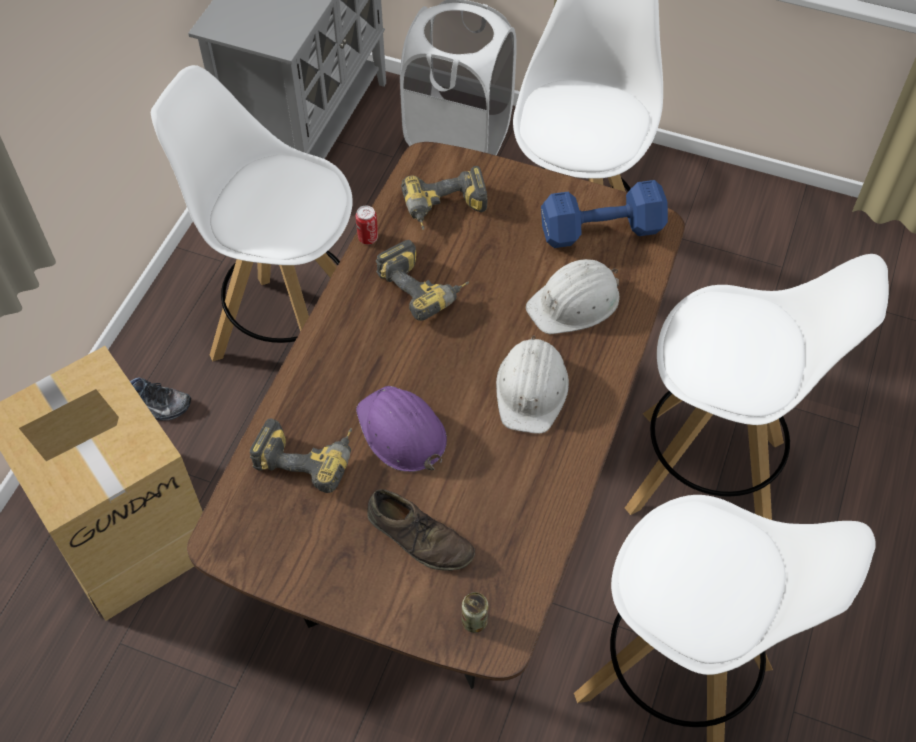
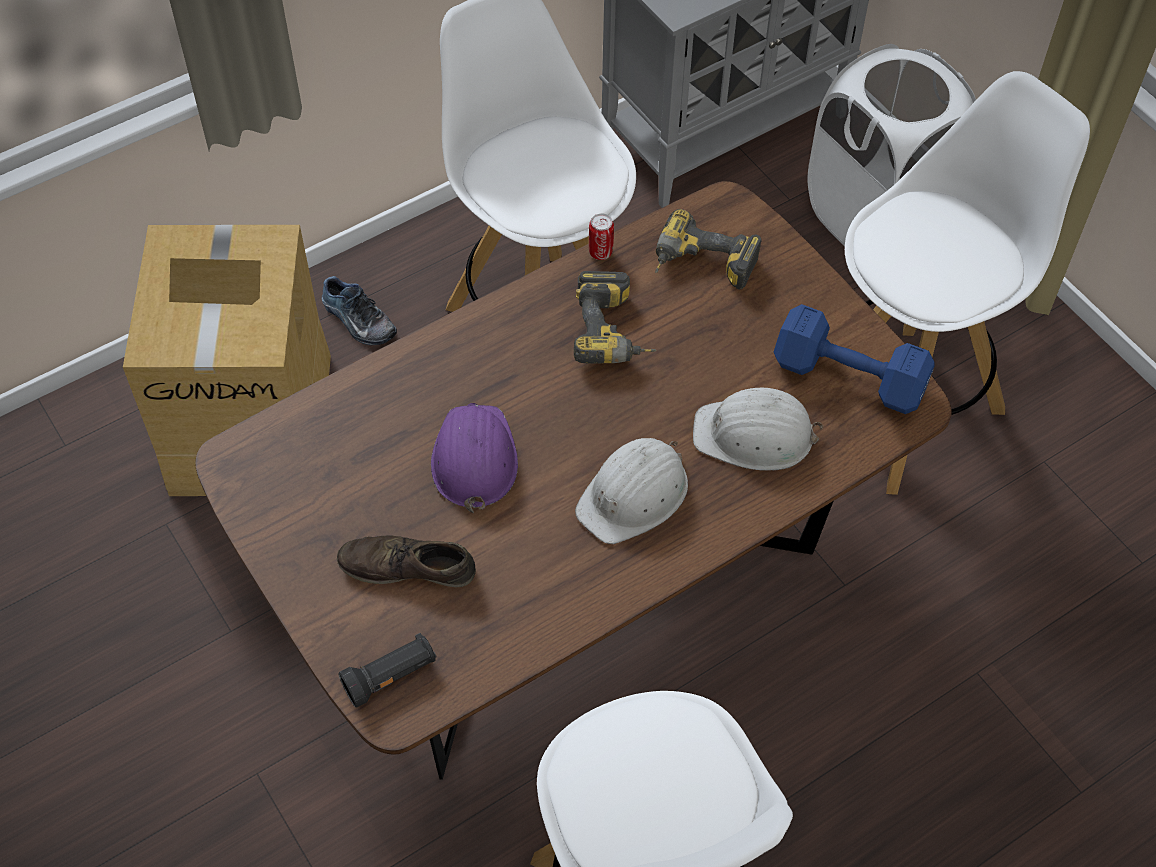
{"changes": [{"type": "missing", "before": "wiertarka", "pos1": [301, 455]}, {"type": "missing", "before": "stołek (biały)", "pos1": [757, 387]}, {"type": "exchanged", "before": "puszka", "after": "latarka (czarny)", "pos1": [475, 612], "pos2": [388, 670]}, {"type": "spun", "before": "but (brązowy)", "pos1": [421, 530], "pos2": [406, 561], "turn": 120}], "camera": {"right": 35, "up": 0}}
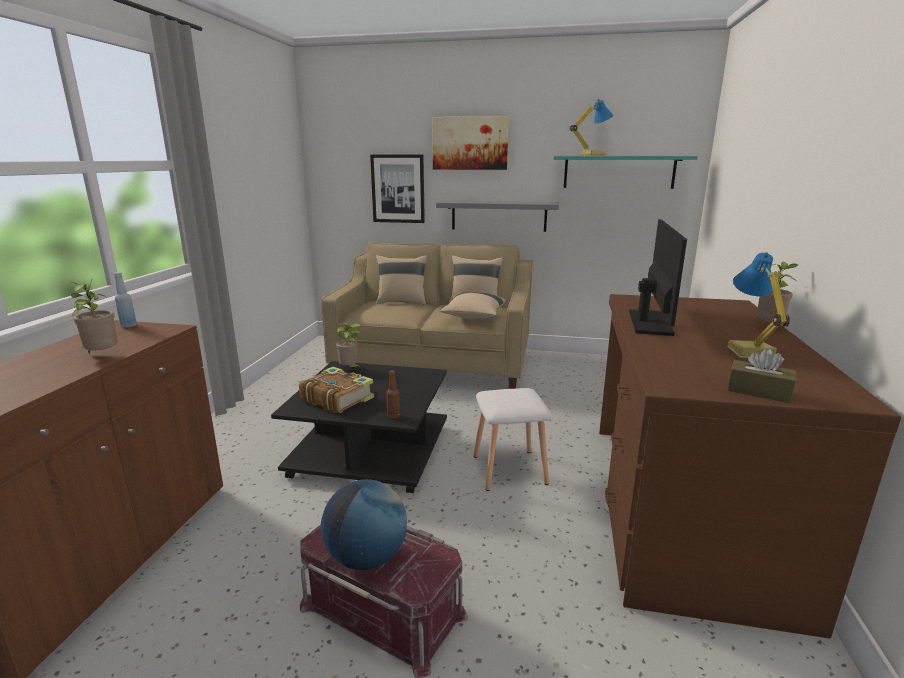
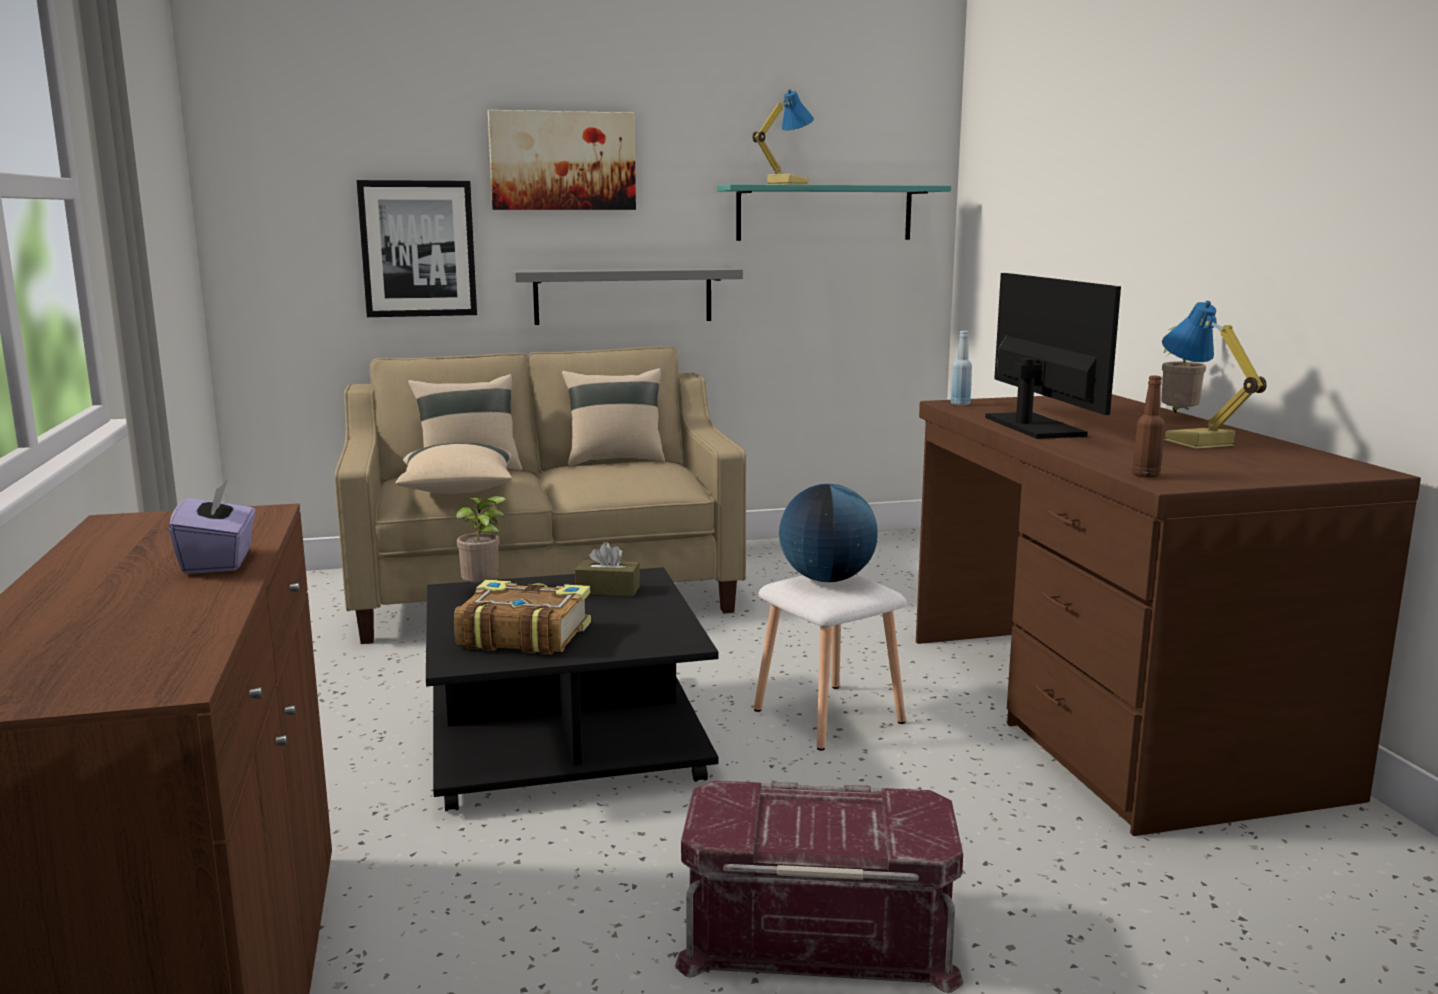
{"changes": [{"type": "relocated", "before": "butelka (niebieski)", "pos1": [125, 299], "pos2": [961, 368]}, {"type": "relocated", "before": "globus", "pos1": [364, 524], "pos2": [828, 533]}, {"type": "relocated", "before": "butelka (brązowy)", "pos1": [393, 394], "pos2": [1148, 427]}, {"type": "relocated", "before": "poduszka (beżowy)", "pos1": [473, 305], "pos2": [454, 468]}, {"type": "relocated", "before": "pudełko chusteczek (brązowy)", "pos1": [761, 375], "pos2": [607, 569]}, {"type": "exchanged", "before": "roślina doniczkowa", "after": "pudełko chusteczek (fioletowy)", "pos1": [94, 316], "pos2": [212, 526]}], "camera": {"right": -25, "up": -5}}
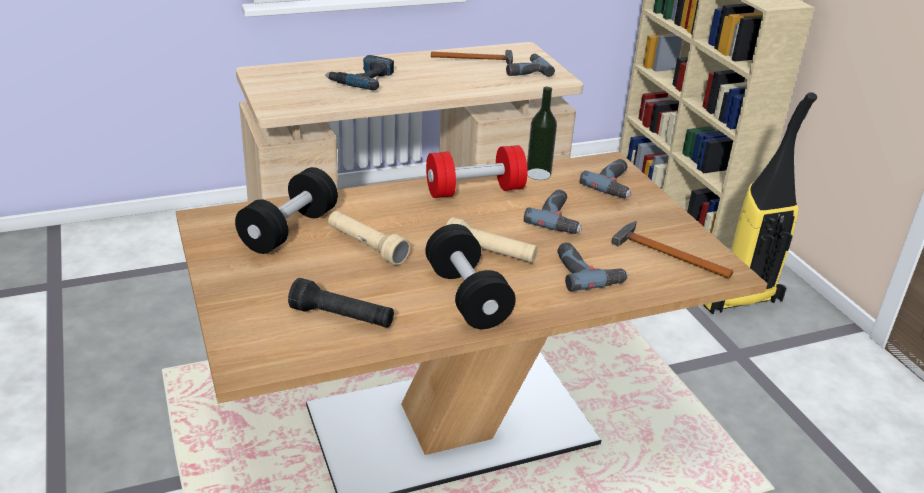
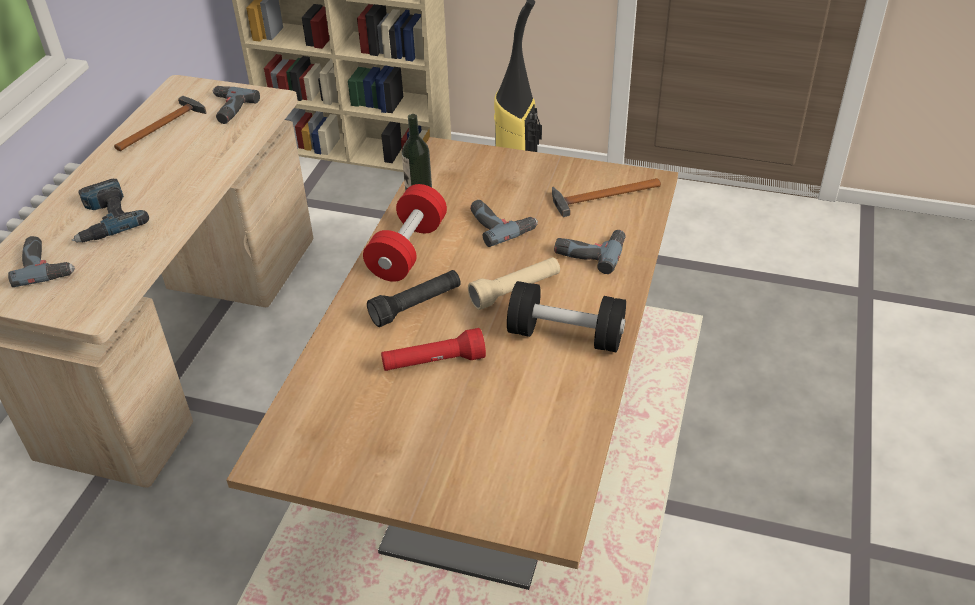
{"changes": [{"type": "missing", "before": "hantel (czarny)", "pos1": [286, 210]}, {"type": "relocated", "before": "latarka (czarny)", "pos1": [341, 303], "pos2": [414, 298]}, {"type": "relocated", "before": "wiertarka", "pos1": [606, 179], "pos2": [41, 261]}, {"type": "colour", "before": "latarka (beżowy)", "after": "latarka (czerwony)", "pos1": [369, 238], "pos2": [433, 349]}], "camera": {"right": -50, "up": 10}}
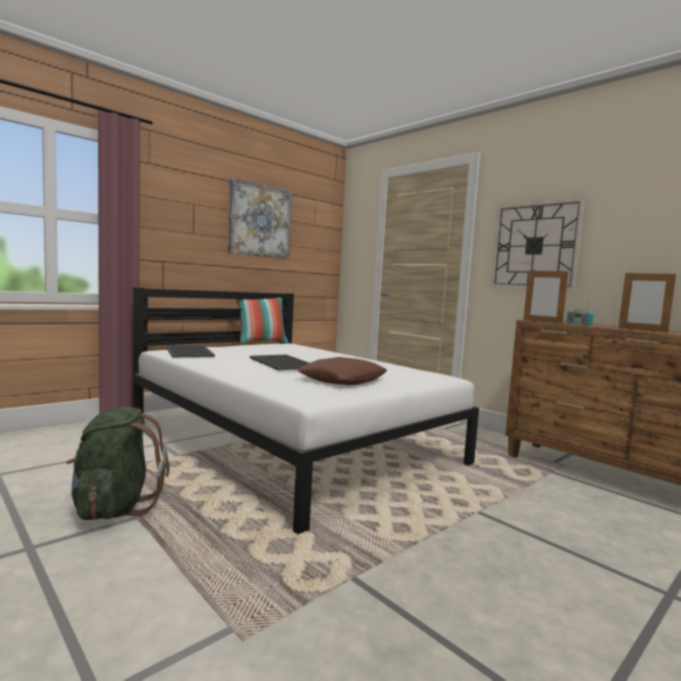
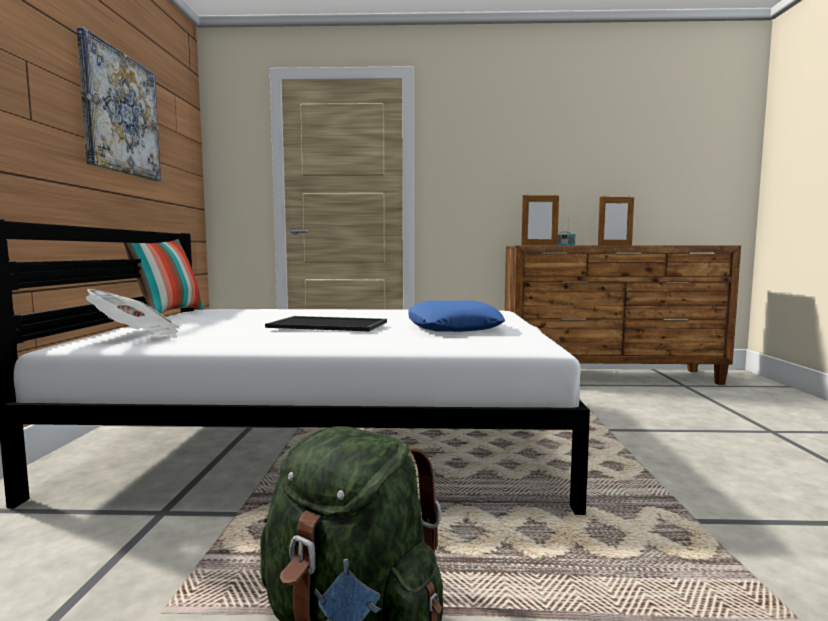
{"changes": [{"type": "missing", "before": "zegar ścienny", "pos1": [538, 244]}, {"type": "exchanged", "before": "taca", "after": "gazeta", "pos1": [190, 351], "pos2": [133, 313]}, {"type": "colour", "before": "poduszka (brązowy)", "after": "poduszka (niebieski)", "pos1": [342, 371], "pos2": [456, 316]}], "camera": {"right": -45, "up": 0}}
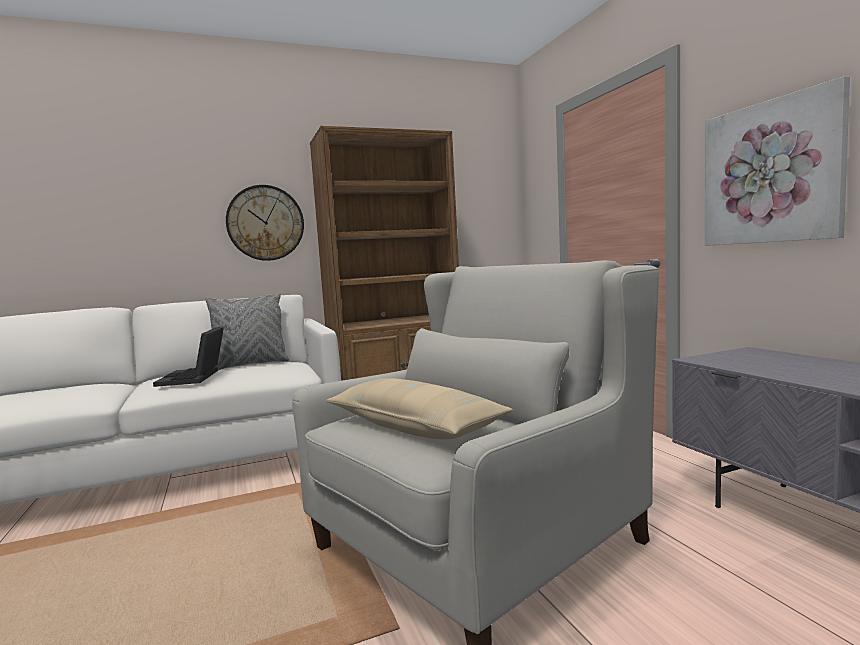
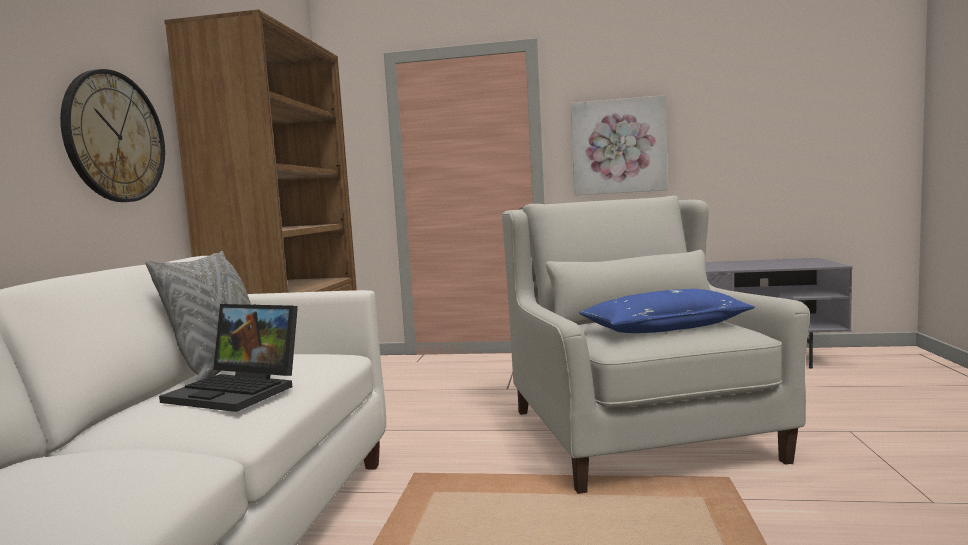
{"changes": [{"type": "colour", "before": "poduszka (beżowy)", "after": "poduszka (niebieski)", "pos1": [419, 408], "pos2": [667, 311]}], "camera": {"right": -60, "up": 0}}
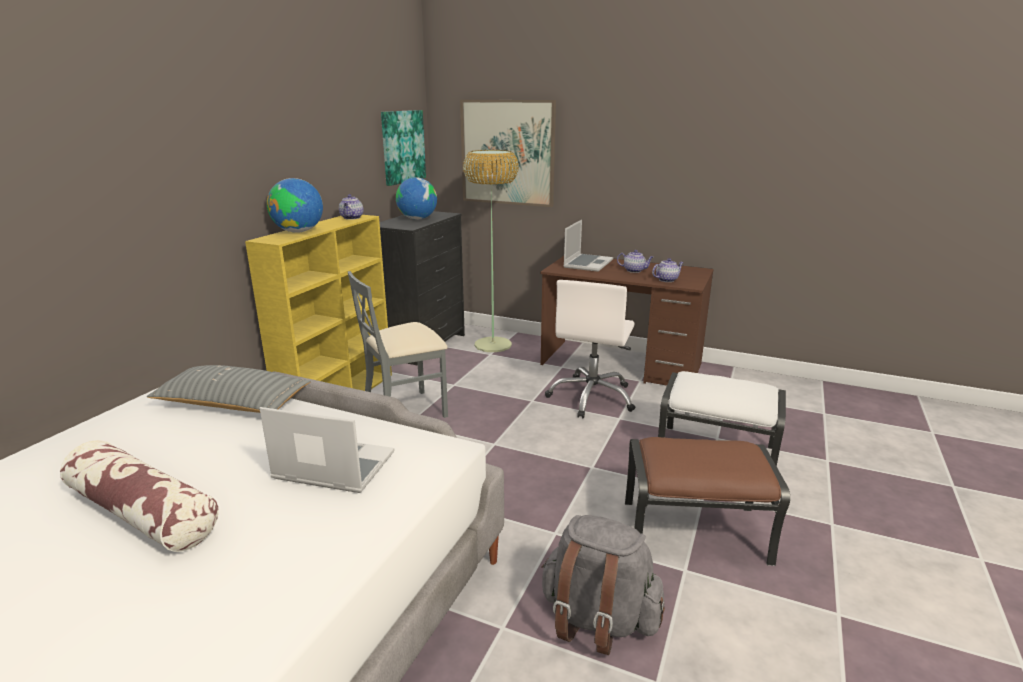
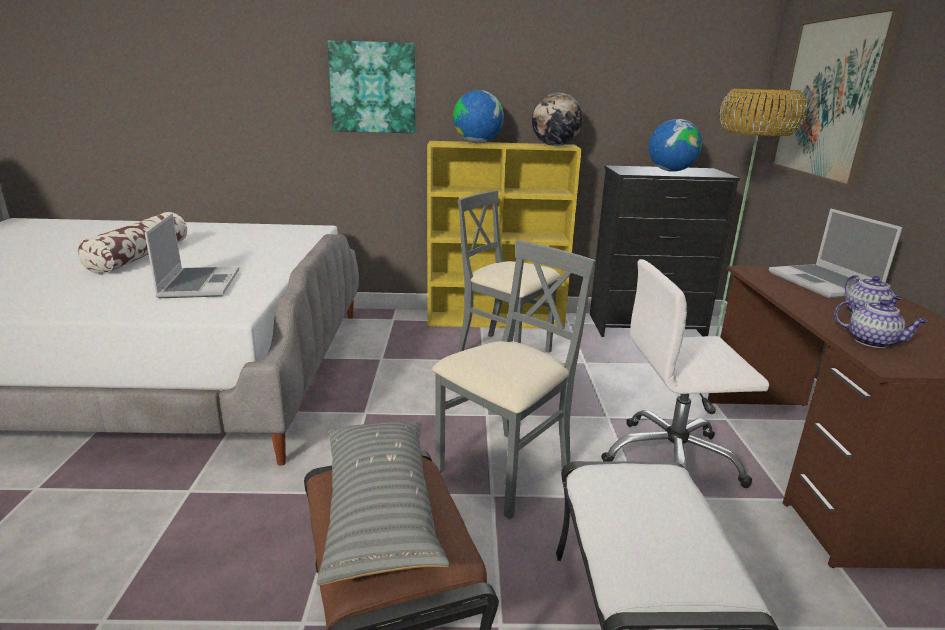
{"changes": [{"type": "missing", "before": "plecak (szary)", "pos1": [603, 585]}, {"type": "appeared", "after": "krzesło (szary)", "pos2": [514, 380]}, {"type": "relocated", "before": "poduszka (szary)", "pos1": [229, 389], "pos2": [383, 503]}, {"type": "relocated", "before": "obraz", "pos1": [403, 148], "pos2": [371, 86]}, {"type": "exchanged", "before": "imbryk", "after": "globus", "pos1": [351, 207], "pos2": [557, 119]}, {"type": "spun", "before": "laptop", "pos1": [588, 246], "pos2": [836, 253], "turn": 75}], "camera": {"right": 65, "up": 0}}
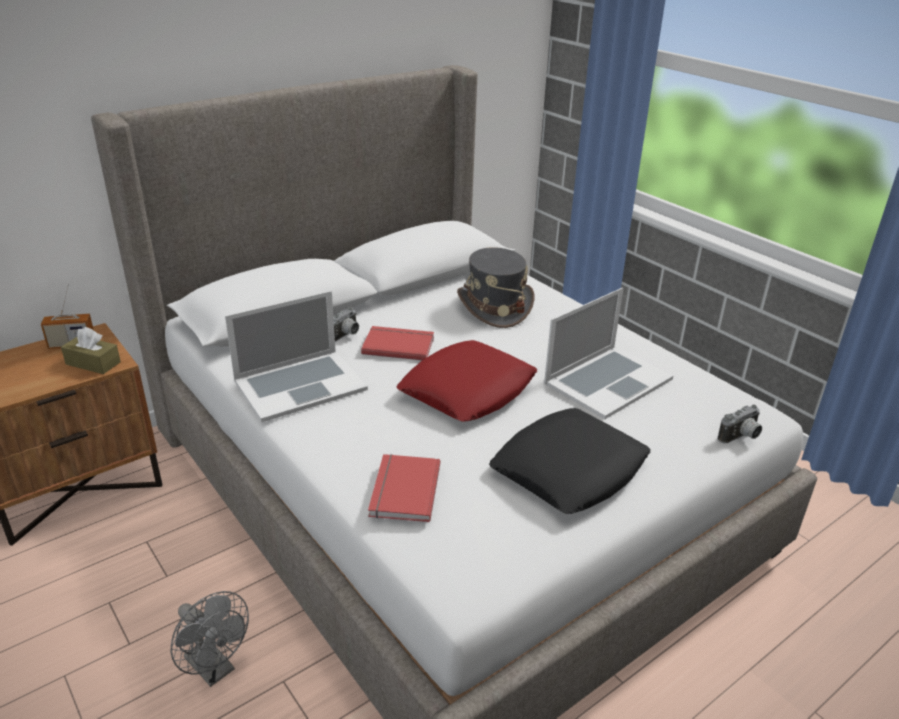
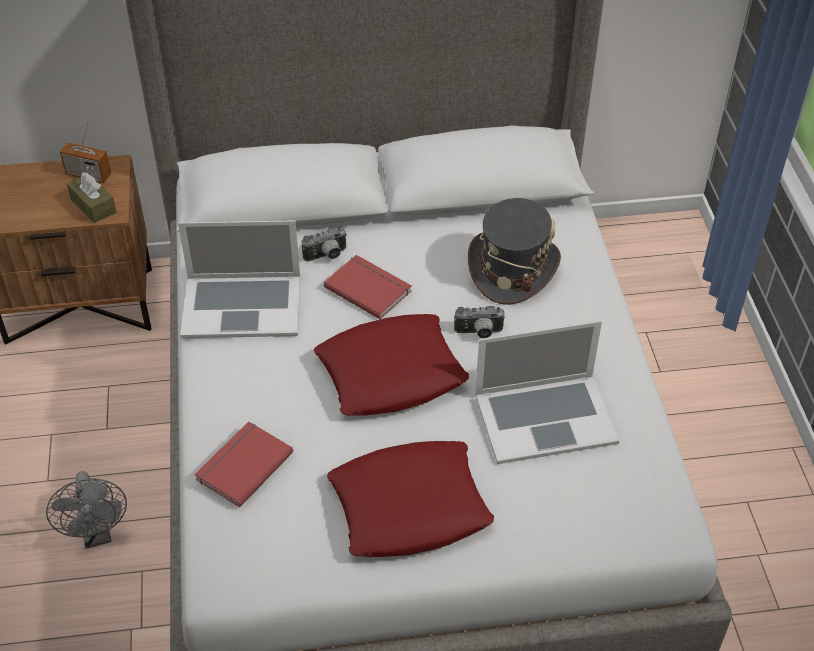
{"changes": [{"type": "relocated", "before": "aparat fotograficzny", "pos1": [740, 423], "pos2": [479, 322]}, {"type": "colour", "before": "poduszka (czarny)", "after": "poduszka (czerwony)", "pos1": [570, 461], "pos2": [410, 499]}], "camera": {"right": 30, "up": 15}}
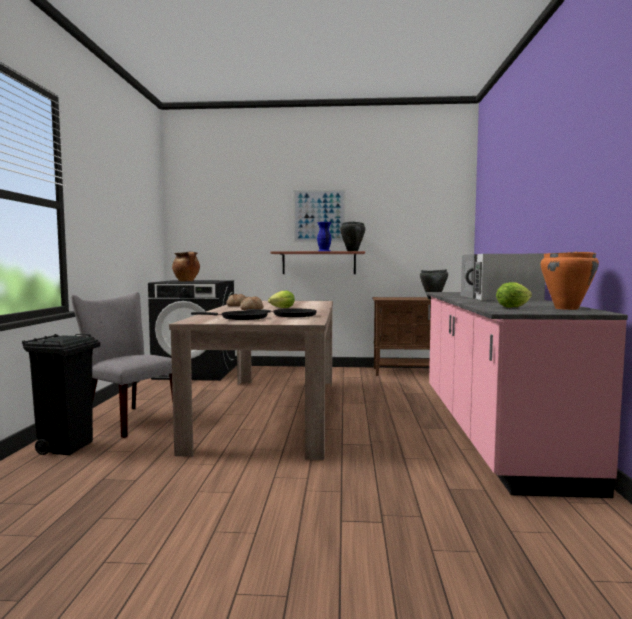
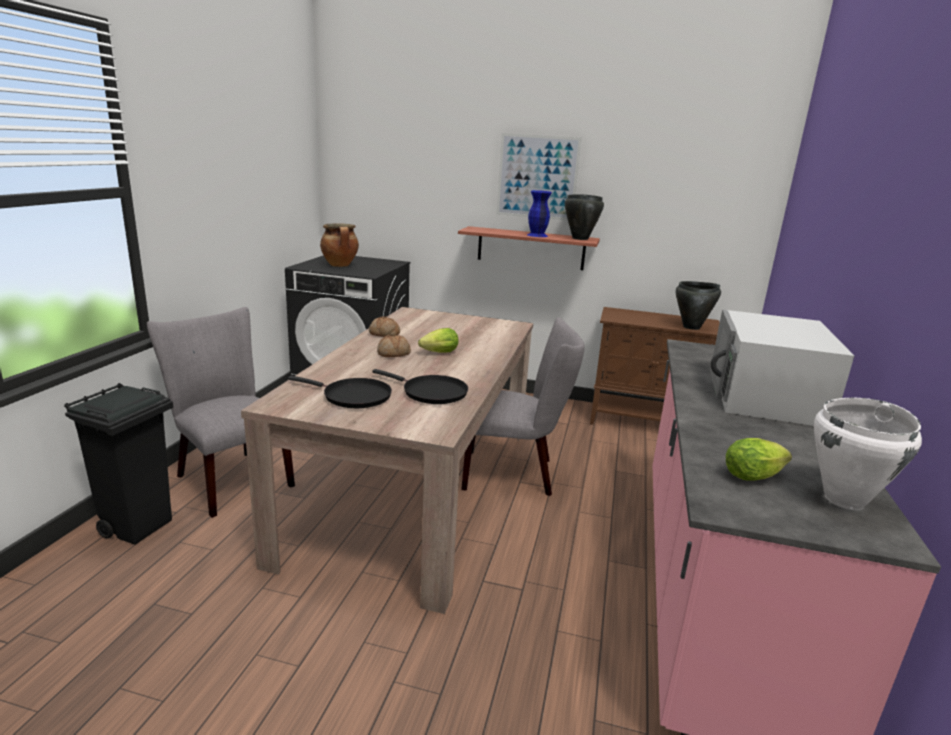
{"changes": [{"type": "appeared", "after": "krzesło (szary)", "pos2": [523, 406]}, {"type": "colour", "before": "garnek (pomarańczowy)", "after": "garnek (biały)", "pos1": [570, 281], "pos2": [868, 454]}], "camera": {"right": 10, "up": 15}}
